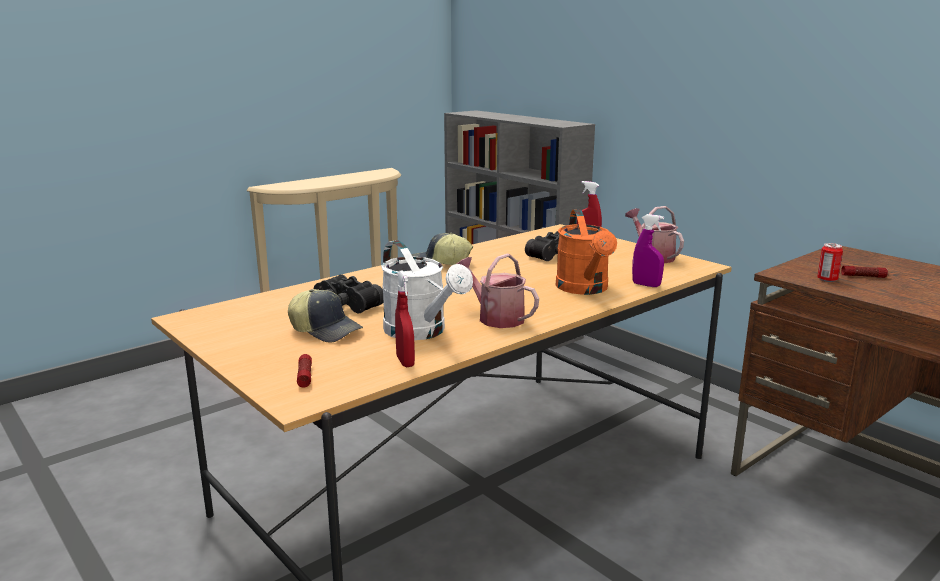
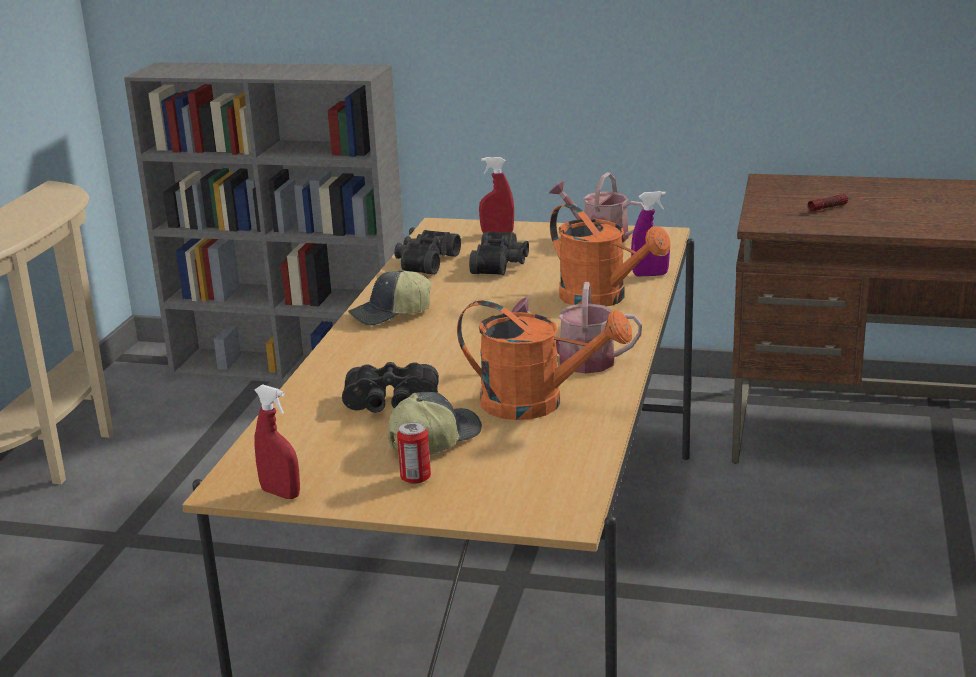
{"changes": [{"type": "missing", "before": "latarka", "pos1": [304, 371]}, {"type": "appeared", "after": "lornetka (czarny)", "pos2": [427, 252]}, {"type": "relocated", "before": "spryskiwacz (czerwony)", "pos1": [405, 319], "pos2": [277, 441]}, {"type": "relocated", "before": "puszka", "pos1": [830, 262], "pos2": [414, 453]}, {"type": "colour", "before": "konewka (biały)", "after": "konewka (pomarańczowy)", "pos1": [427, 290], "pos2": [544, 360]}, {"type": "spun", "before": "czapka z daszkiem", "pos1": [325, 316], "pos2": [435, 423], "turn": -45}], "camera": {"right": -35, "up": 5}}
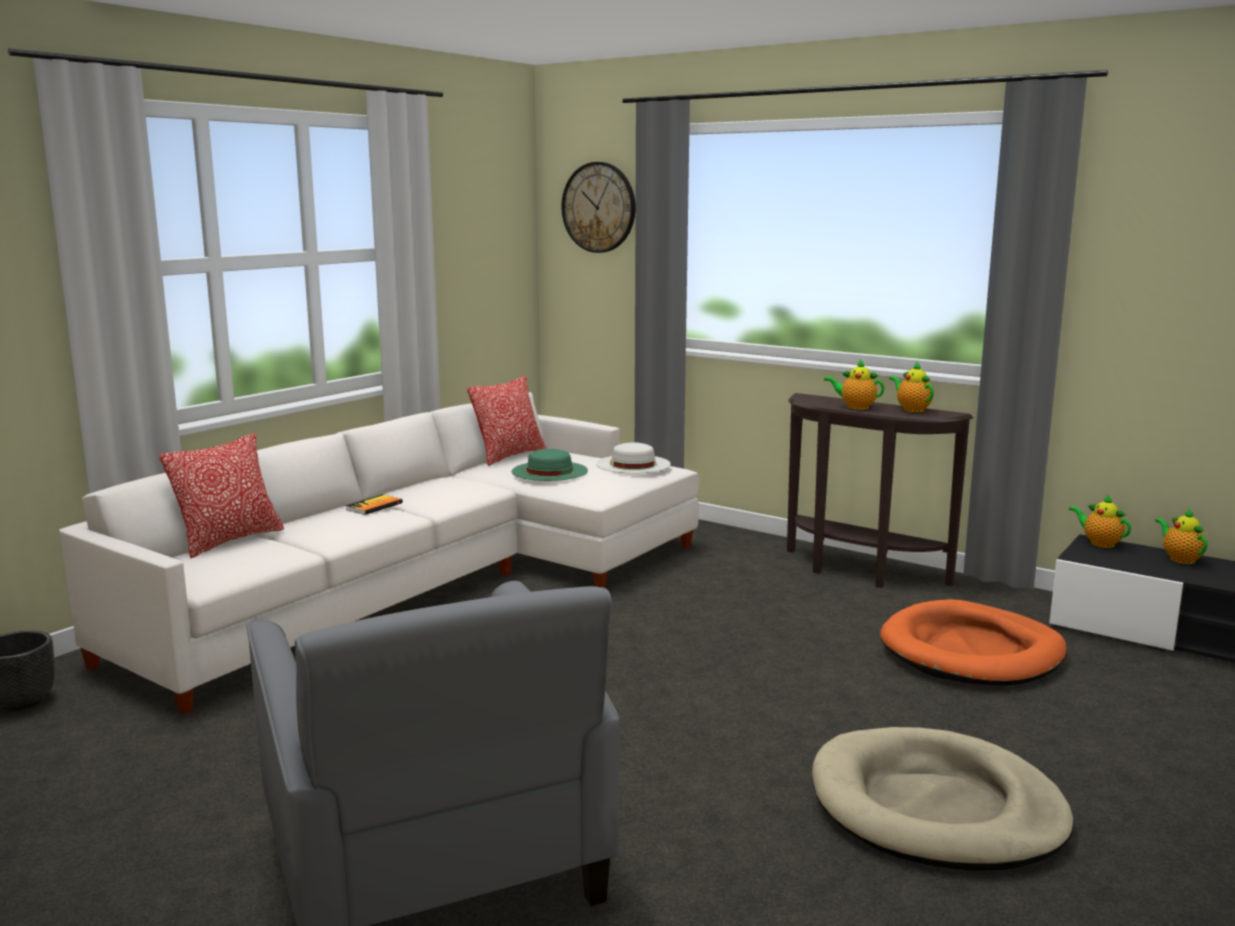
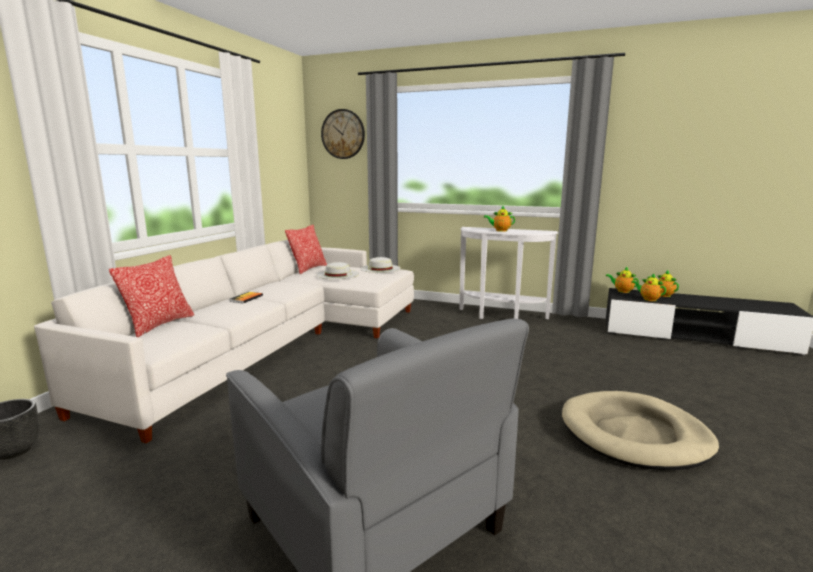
{"changes": [{"type": "missing", "before": "legowisko (pomarańczowy)", "pos1": [973, 642]}, {"type": "relocated", "before": "imbryk", "pos1": [911, 387], "pos2": [648, 287]}, {"type": "colour", "before": "kapelusz (zielony)", "after": "kapelusz (biały)", "pos1": [550, 465], "pos2": [337, 270]}, {"type": "colour", "before": "stolik konsolowy (brązowy)", "after": "stolik konsolowy (biały)", "pos1": [880, 490], "pos2": [508, 273]}], "camera": {"right": -15, "up": 0}}
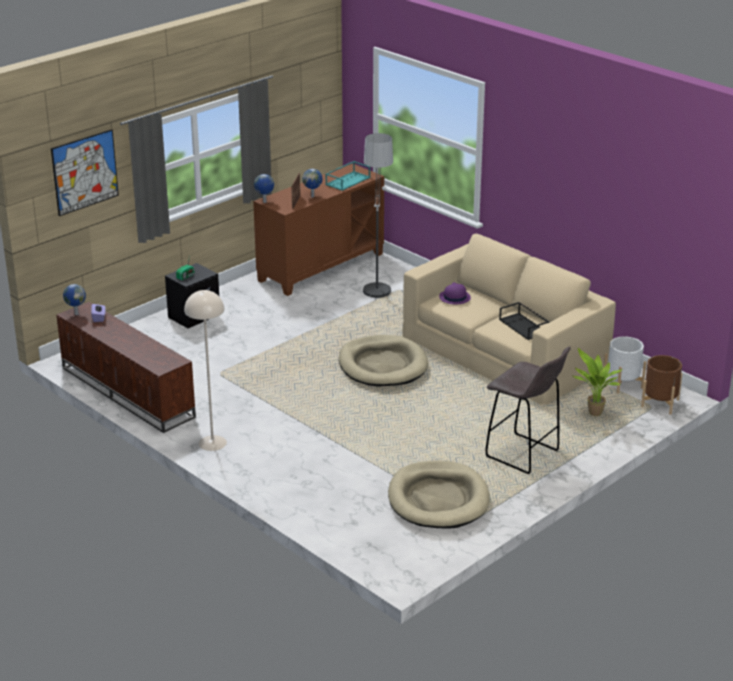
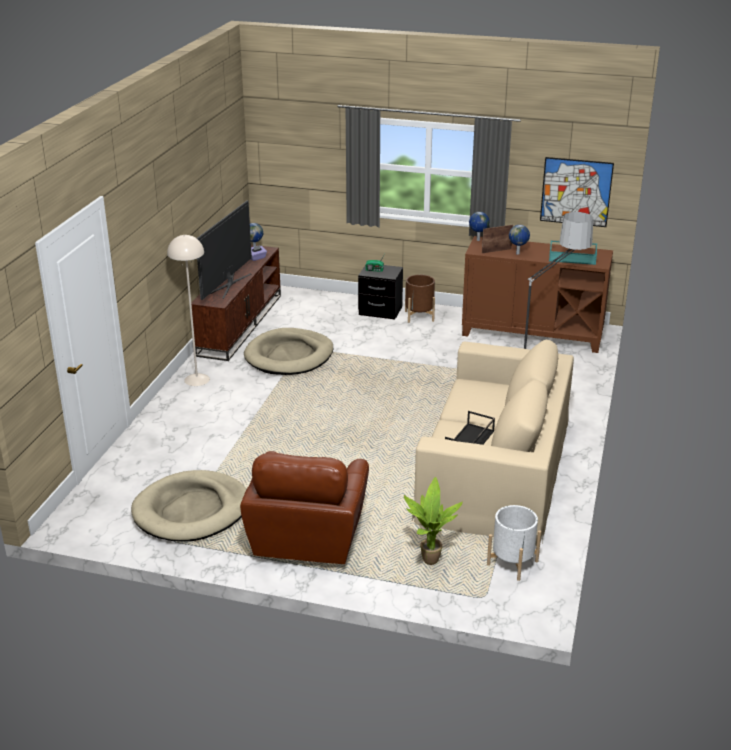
{"changes": [{"type": "missing", "before": "kapelusz (fioletowy)", "pos1": [455, 293]}, {"type": "appeared", "after": "telewizor", "pos2": [224, 250]}, {"type": "relocated", "before": "obraz", "pos1": [85, 172], "pos2": [577, 192]}, {"type": "relocated", "before": "legowisko (beżowy)", "pos1": [383, 361], "pos2": [288, 351]}, {"type": "relocated", "before": "donica (brązowy)", "pos1": [661, 385], "pos2": [420, 298]}, {"type": "exchanged", "before": "stołek (szary)", "after": "fotel (brązowy)", "pos1": [528, 410], "pos2": [304, 507]}], "camera": {"right": 60, "up": 0}}
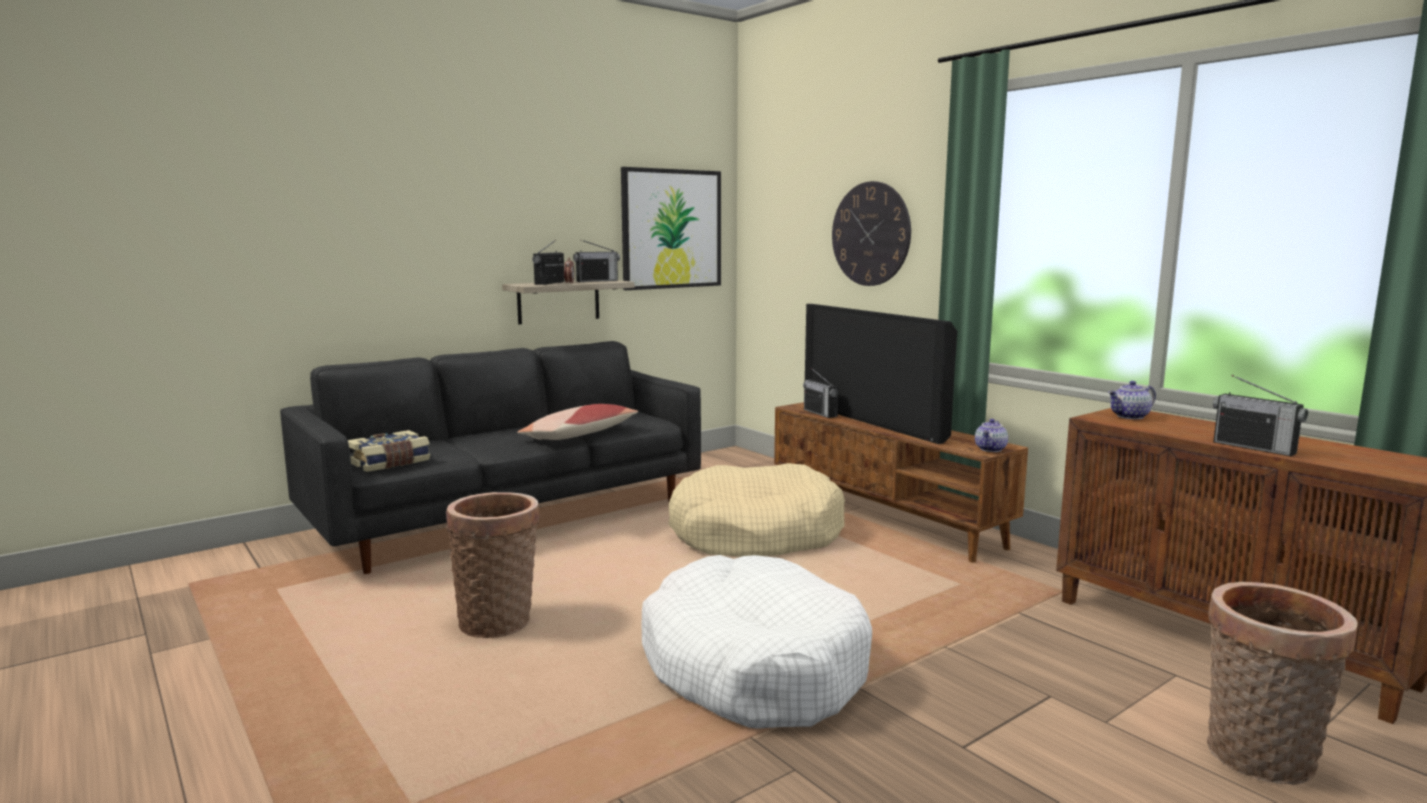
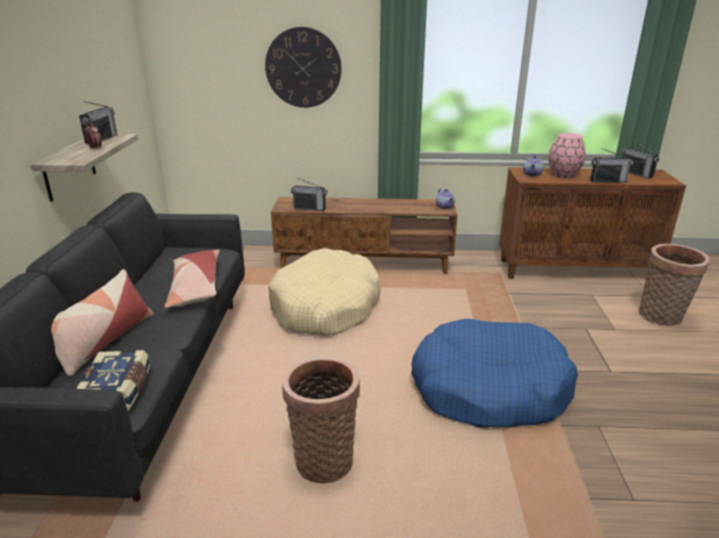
{"changes": [{"type": "missing", "before": "obraz", "pos1": [671, 228]}, {"type": "missing", "before": "telewizor", "pos1": [881, 374]}, {"type": "appeared", "after": "poduszka", "pos2": [102, 322]}, {"type": "appeared", "after": "wazon (różowy)", "pos2": [567, 155]}, {"type": "relocated", "before": "radio", "pos1": [548, 262], "pos2": [640, 159]}, {"type": "colour", "before": "legowisko (biały)", "after": "legowisko (niebieski)", "pos1": [757, 642], "pos2": [494, 373]}], "camera": {"right": -50, "up": 15}}
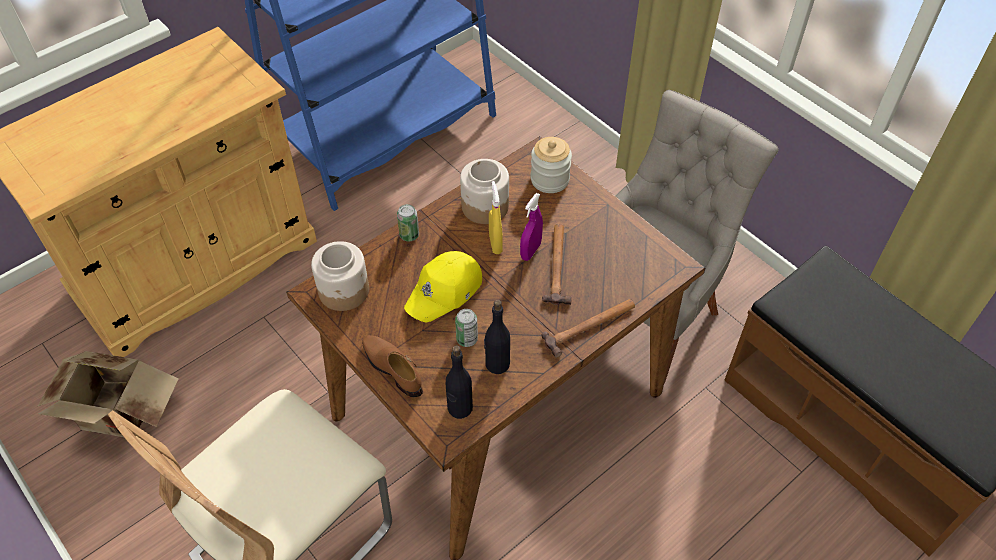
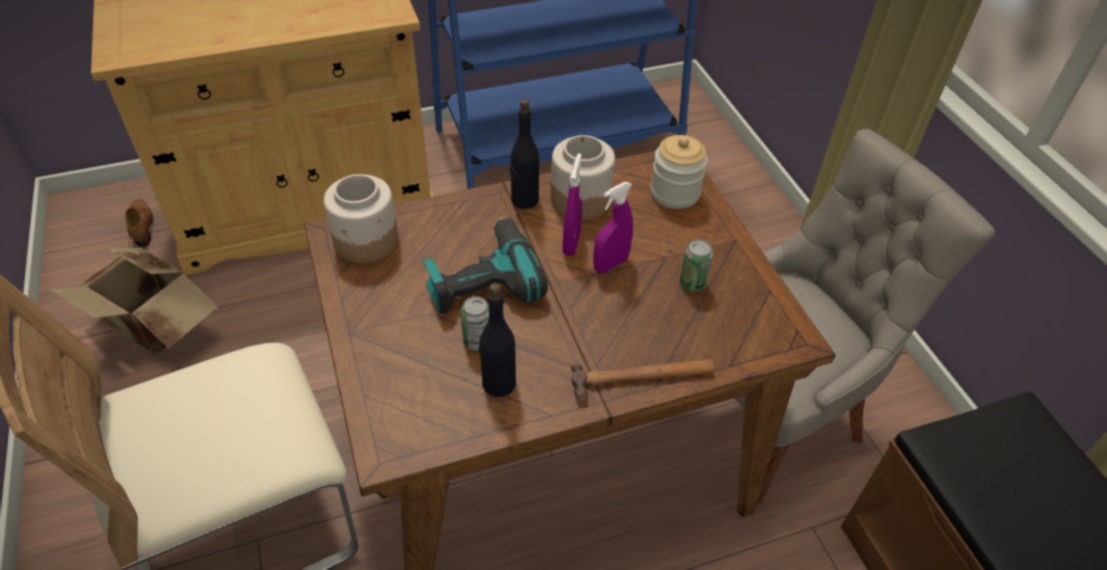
{"changes": [{"type": "missing", "before": "młotek", "pos1": [557, 264]}, {"type": "relocated", "before": "but (brązowy)", "pos1": [392, 366], "pos2": [139, 223]}, {"type": "relocated", "before": "puszka", "pos1": [408, 222], "pos2": [696, 265]}, {"type": "relocated", "before": "butelka (czarny)", "pos1": [459, 382], "pos2": [524, 154]}, {"type": "exchanged", "before": "czapka z daszkiem (żółty)", "after": "wiertarka", "pos1": [443, 286], "pos2": [485, 265]}, {"type": "colour", "before": "spryskiwacz (żółty)", "after": "spryskiwacz (fioletowy)", "pos1": [496, 217], "pos2": [573, 204]}], "camera": {"right": 20, "up": -5}}
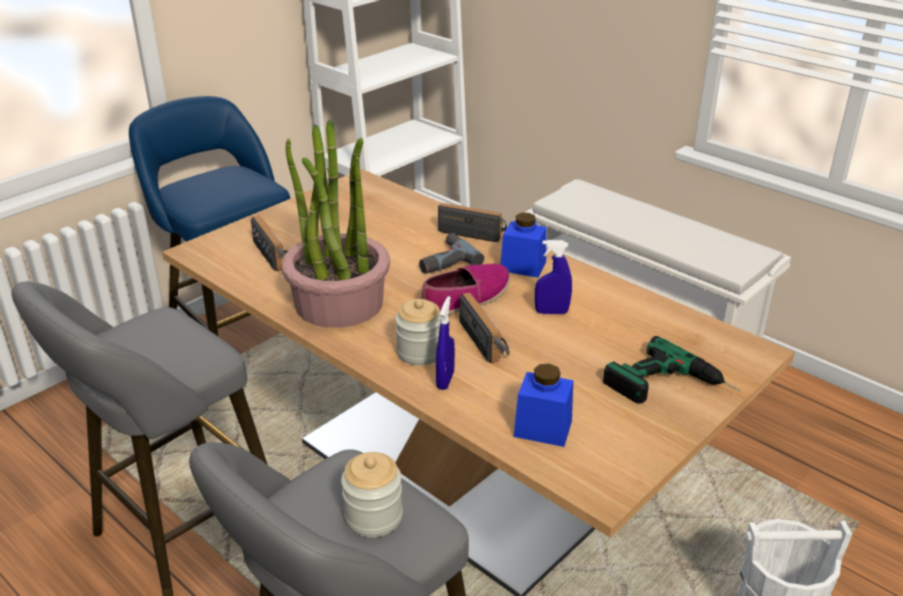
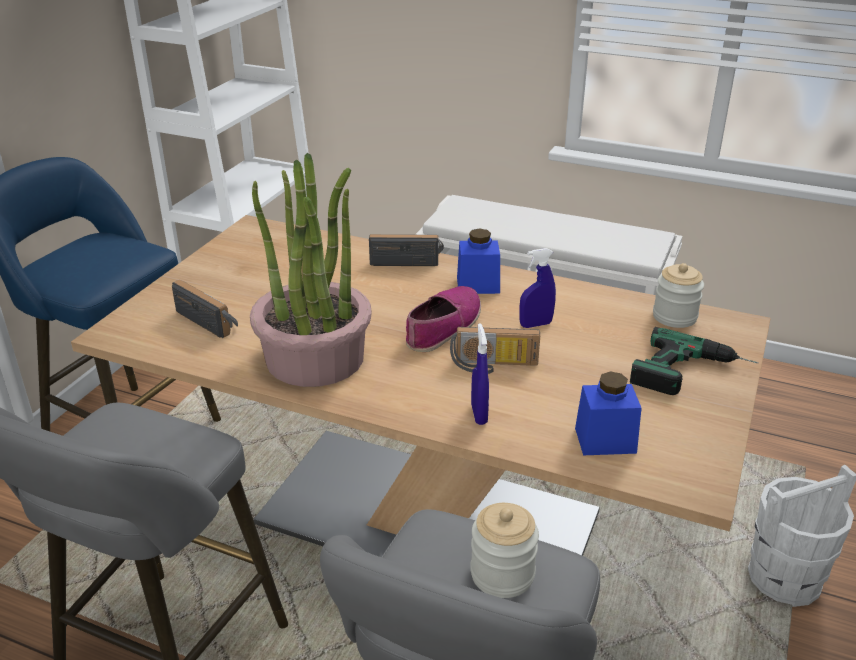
{"changes": [{"type": "missing", "before": "wiertarka", "pos1": [451, 253]}, {"type": "relocated", "before": "słoik", "pos1": [418, 332], "pos2": [678, 295]}, {"type": "spun", "before": "radio", "pos1": [485, 328], "pos2": [495, 350], "turn": 135}], "camera": {"right": -20, "up": 0}}
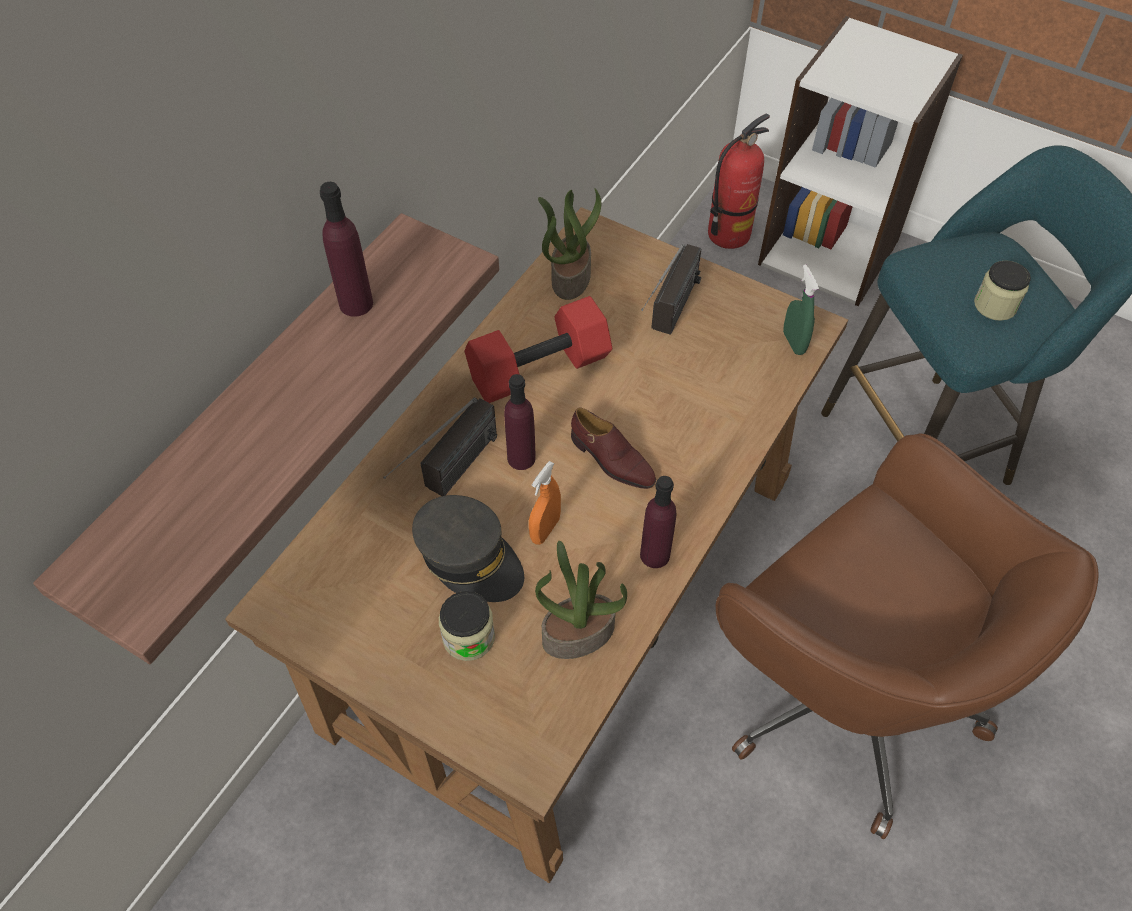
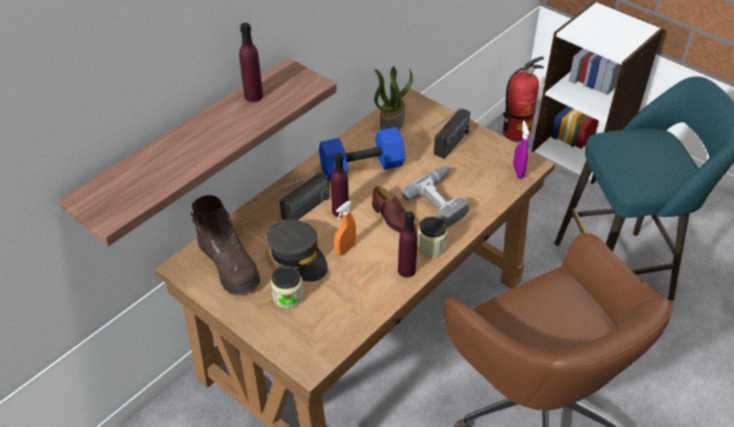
{"changes": [{"type": "missing", "before": "roślina doniczkowa", "pos1": [581, 600]}, {"type": "appeared", "after": "but z cholewką (brązowy)", "pos2": [225, 245]}, {"type": "appeared", "after": "wiertarka", "pos2": [435, 196]}, {"type": "relocated", "before": "słoik", "pos1": [1002, 290], "pos2": [432, 237]}, {"type": "colour", "before": "hantel (czerwony)", "after": "hantel (niebieski)", "pos1": [538, 349], "pos2": [362, 154]}, {"type": "colour", "before": "spryskiwacz (zielony)", "after": "spryskiwacz (fioletowy)", "pos1": [801, 309], "pos2": [521, 150]}], "camera": {"right": 10, "up": -10}}
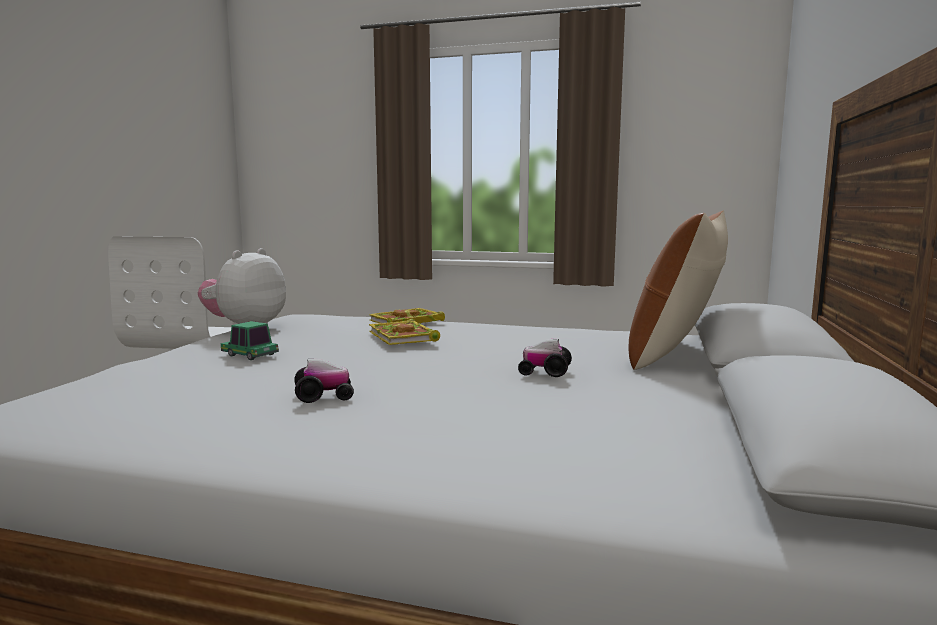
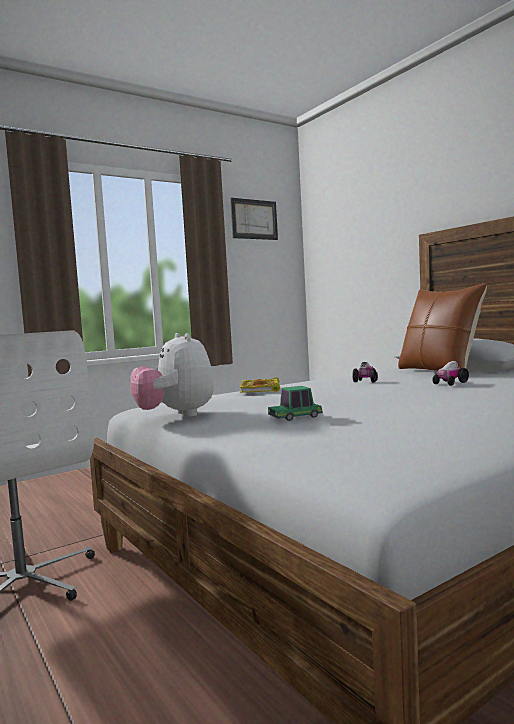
{"changes": [{"type": "missing", "before": "książka", "pos1": [404, 332]}, {"type": "appeared", "after": "obraz", "pos2": [254, 219]}, {"type": "relocated", "before": "samochodzik", "pos1": [324, 381], "pos2": [365, 372]}], "camera": {"right": -50, "up": -5}}
